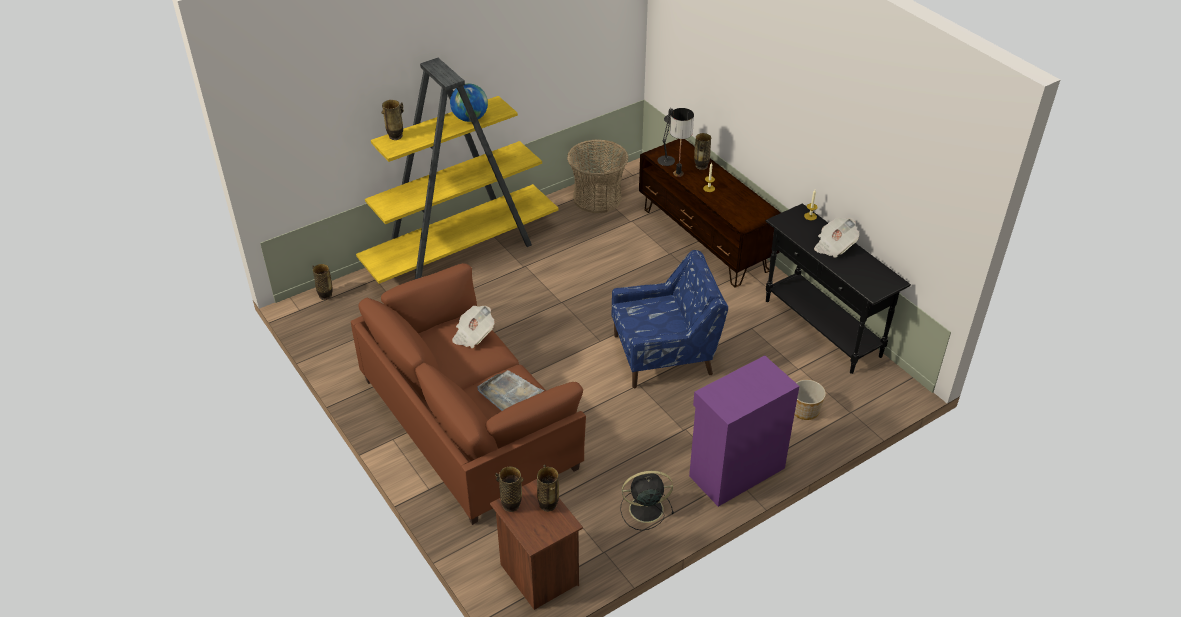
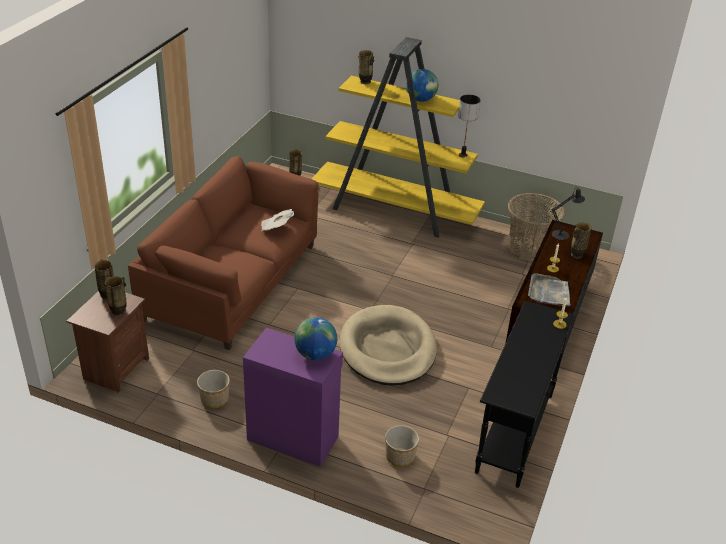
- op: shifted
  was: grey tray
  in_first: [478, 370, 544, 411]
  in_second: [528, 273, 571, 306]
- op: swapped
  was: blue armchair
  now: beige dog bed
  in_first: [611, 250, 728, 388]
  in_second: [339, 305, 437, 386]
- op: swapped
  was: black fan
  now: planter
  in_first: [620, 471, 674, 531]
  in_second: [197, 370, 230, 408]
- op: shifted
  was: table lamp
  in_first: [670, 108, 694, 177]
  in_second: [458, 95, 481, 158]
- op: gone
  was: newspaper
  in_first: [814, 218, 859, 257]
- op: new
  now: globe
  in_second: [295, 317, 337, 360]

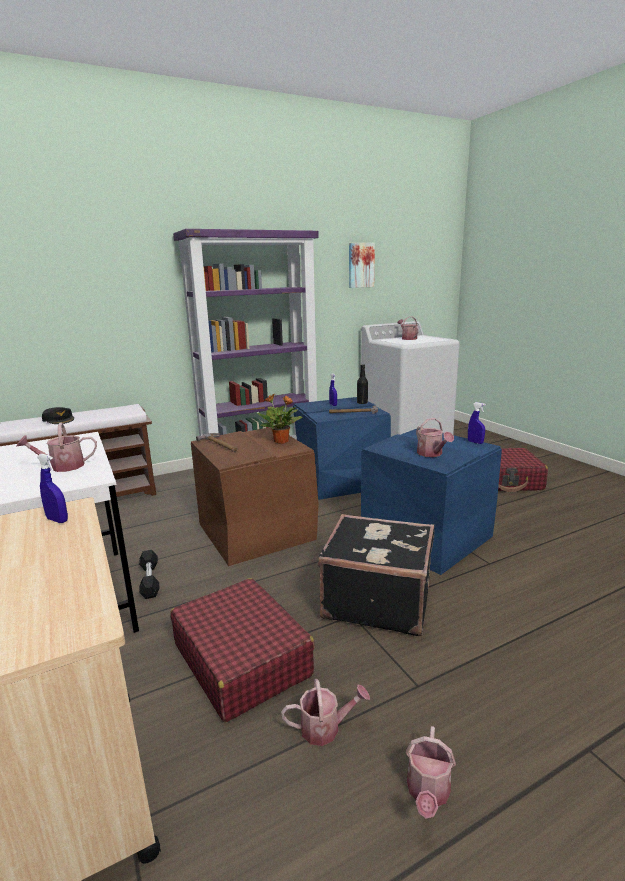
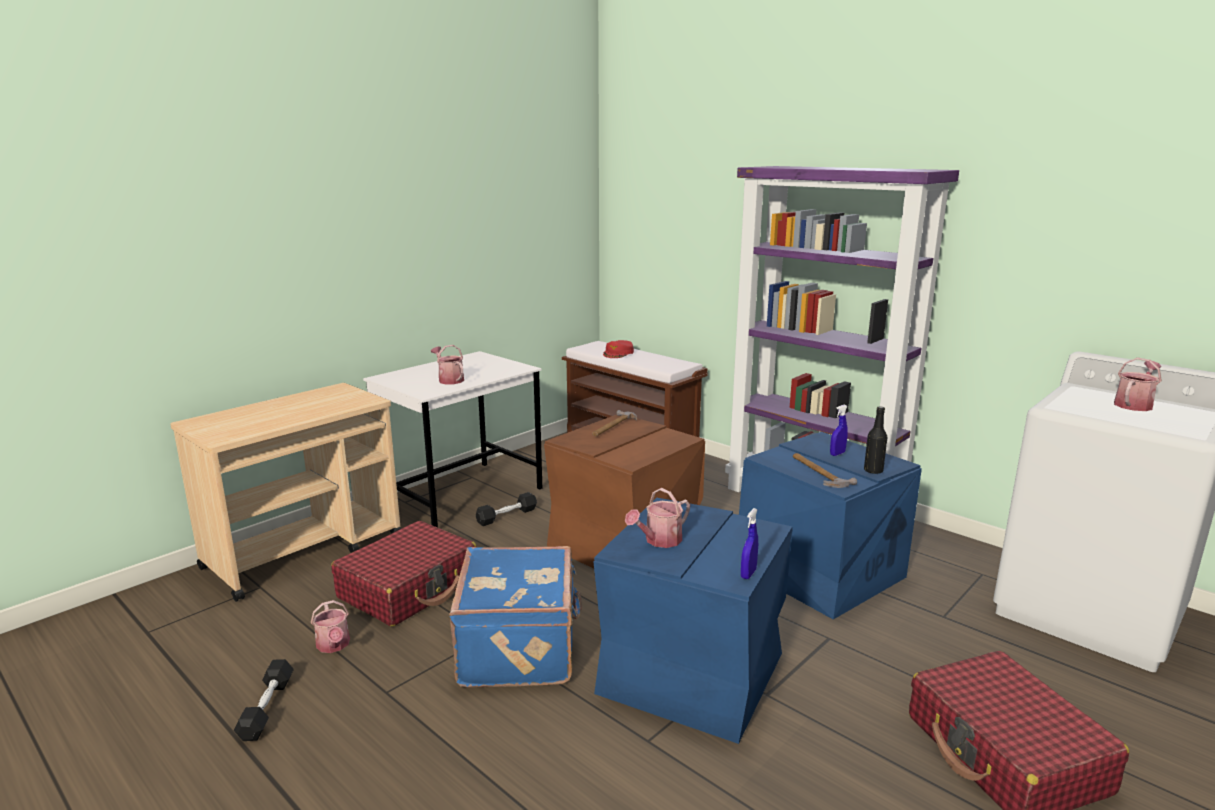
- op: gone
  was: blue spray bottle
  in_first: [37, 454, 68, 523]
- op: repainted
  was: black cap
  now: red cap
  in_first: [42, 407, 74, 424]
  in_second: [603, 340, 634, 358]
- op: gone
  was: potted plant
  in_first: [257, 394, 303, 444]
- op: repainted
  was: black suitcase
  now: blue suitcase
  in_first: [318, 514, 434, 636]
  in_second: [449, 546, 582, 687]
- op: gone
  was: picture
  in_first: [349, 243, 375, 288]
- op: swapped
  was: watering can
  now: black dumbbell
  in_first: [406, 726, 456, 819]
  in_second: [234, 659, 294, 741]

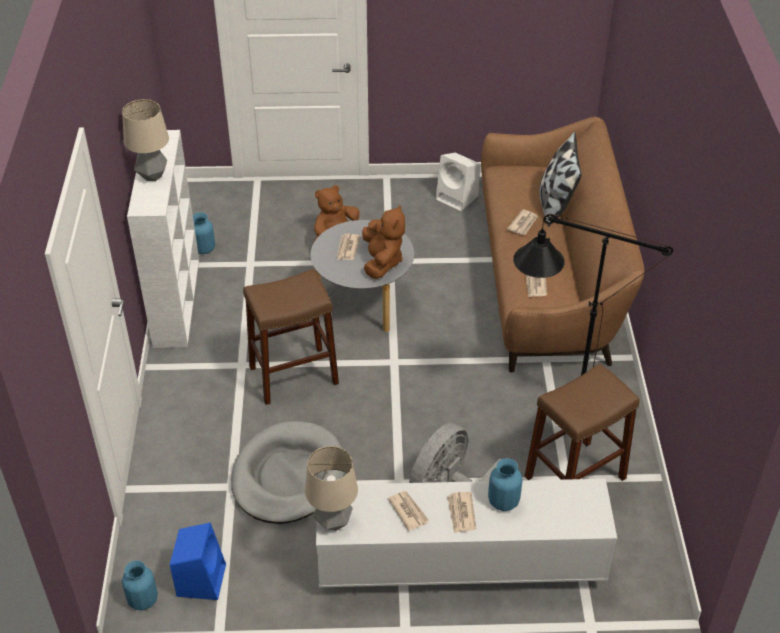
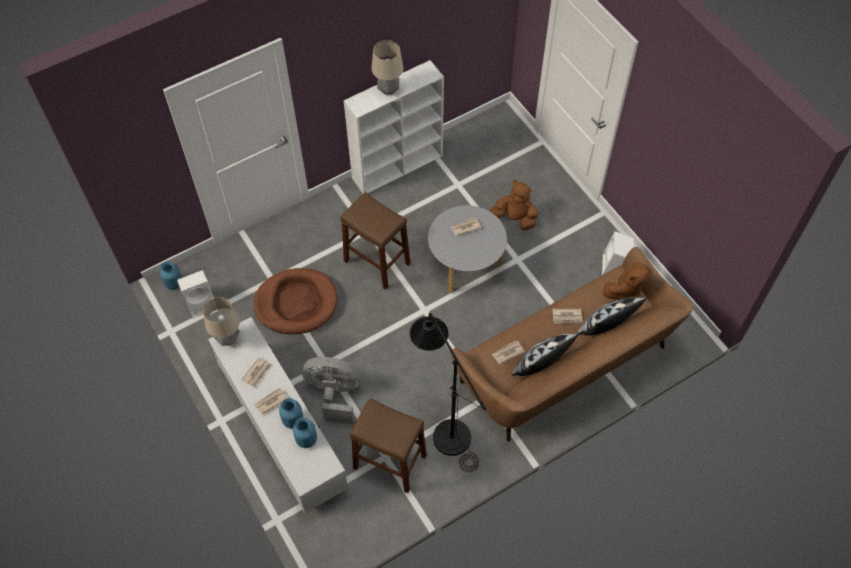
- op: repainted
  was: blue speaker
  now: white speaker
  in_first: [170, 523, 226, 600]
  in_second: [177, 270, 214, 318]
- op: shifted
  was: blue vase
  in_first: [193, 212, 215, 254]
  in_second: [293, 417, 317, 448]
- op: repainted
  was: grey dog bed
  now: brown dog bed
  in_first: [231, 421, 345, 524]
  in_second: [254, 268, 338, 334]
- op: shifted
  was: brown plush toy
  in_first: [362, 204, 405, 279]
  in_second: [603, 262, 651, 299]
- op: new
  now: pillow
  in_second: [512, 334, 579, 376]

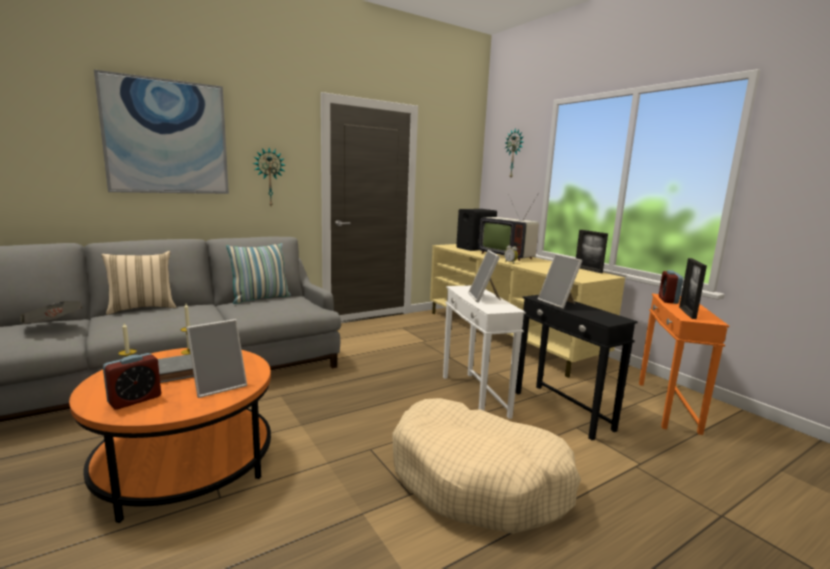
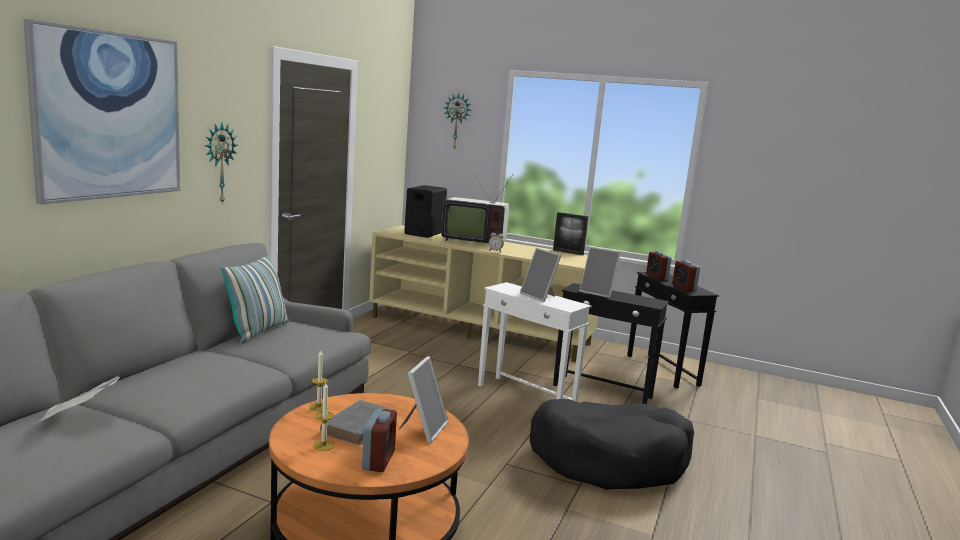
- op: gone
  was: beige pillow
  in_first: [101, 251, 176, 315]
- op: repainted
  was: beige dog bed
  now: black dog bed
  in_first: [392, 398, 581, 534]
  in_second: [530, 399, 694, 490]
- op: repainted
  was: orange side table
  now: black side table
  in_first: [639, 294, 729, 435]
  in_second: [627, 272, 719, 388]
- op: swapped
  was: picture frame
  now: alarm clock
  in_first: [679, 258, 707, 319]
  in_second: [672, 260, 700, 291]

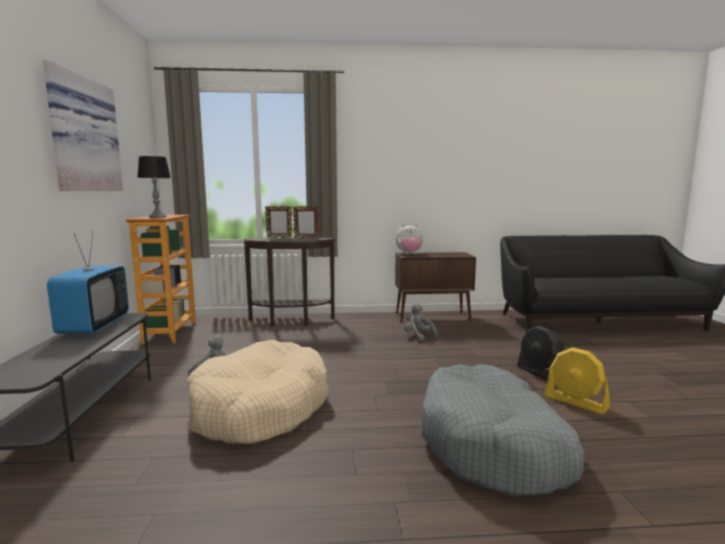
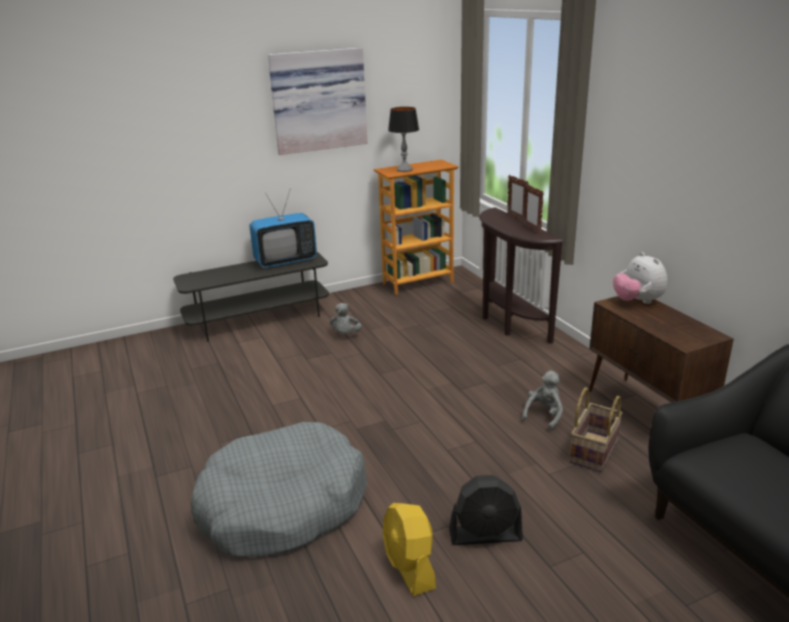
- op: gone
  was: beige dog bed
  in_first: [187, 340, 329, 444]
- op: rotated
  was: black fan
  in_first: [517, 326, 564, 381]
  in_second: [449, 475, 523, 545]
  clockwise: -135
- op: rotated
  was: yellow fan
  in_first: [544, 347, 610, 414]
  in_second: [383, 503, 436, 596]
  clockwise: -45
- op: new
  now: basket
  in_second: [570, 387, 623, 472]

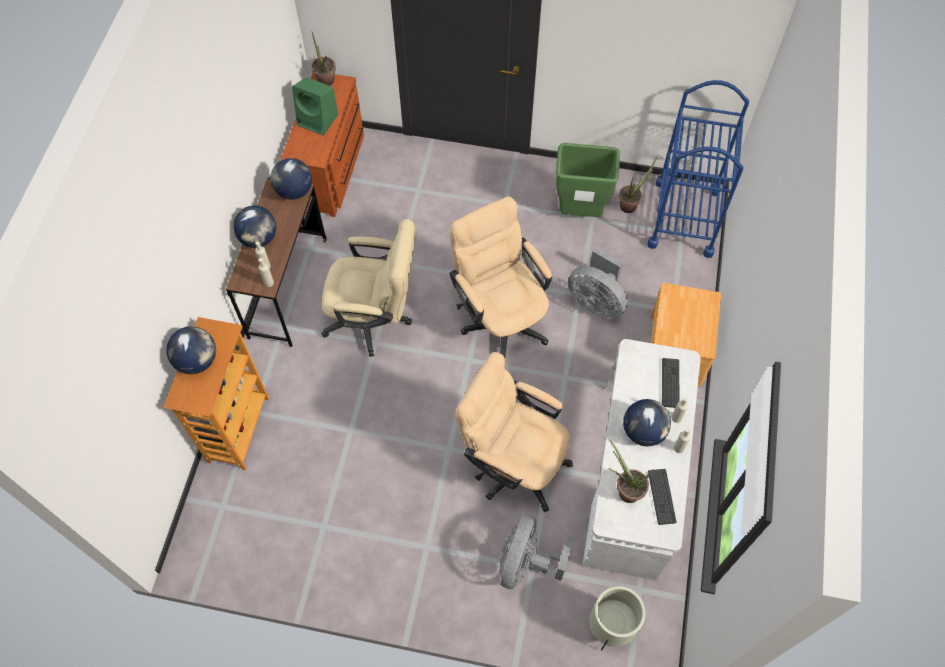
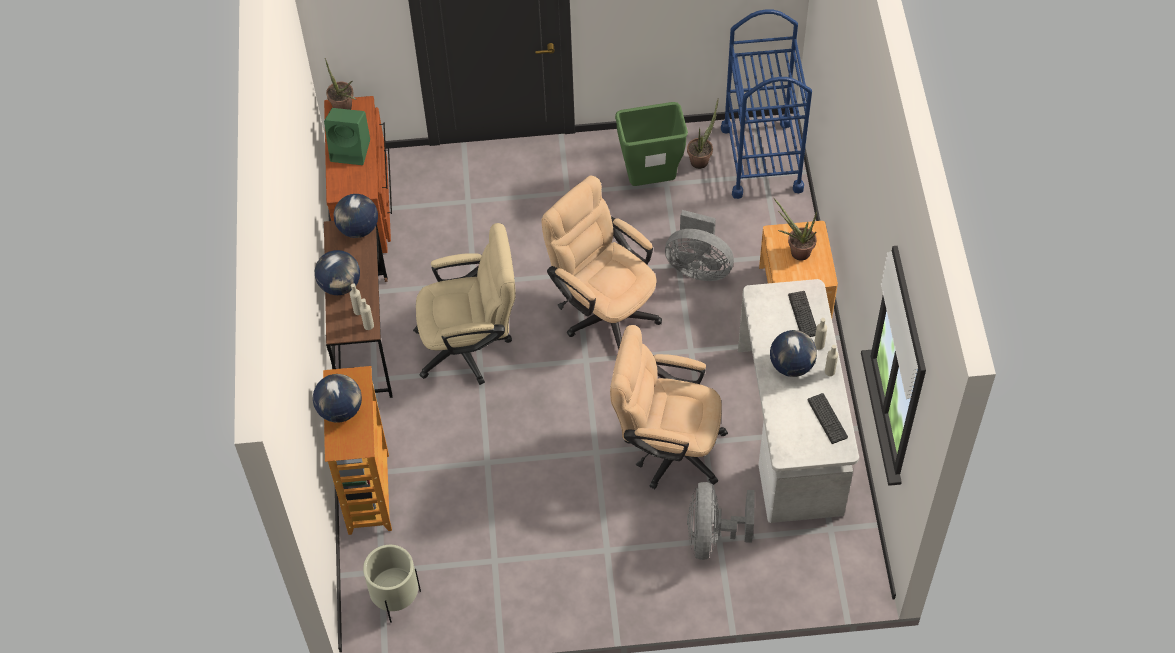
- op: shifted
  was: beige planter
  in_first: [590, 586, 645, 650]
  in_second: [363, 545, 421, 623]
- op: shifted
  was: potted plant
  in_first: [609, 440, 653, 503]
  in_second: [774, 198, 817, 261]

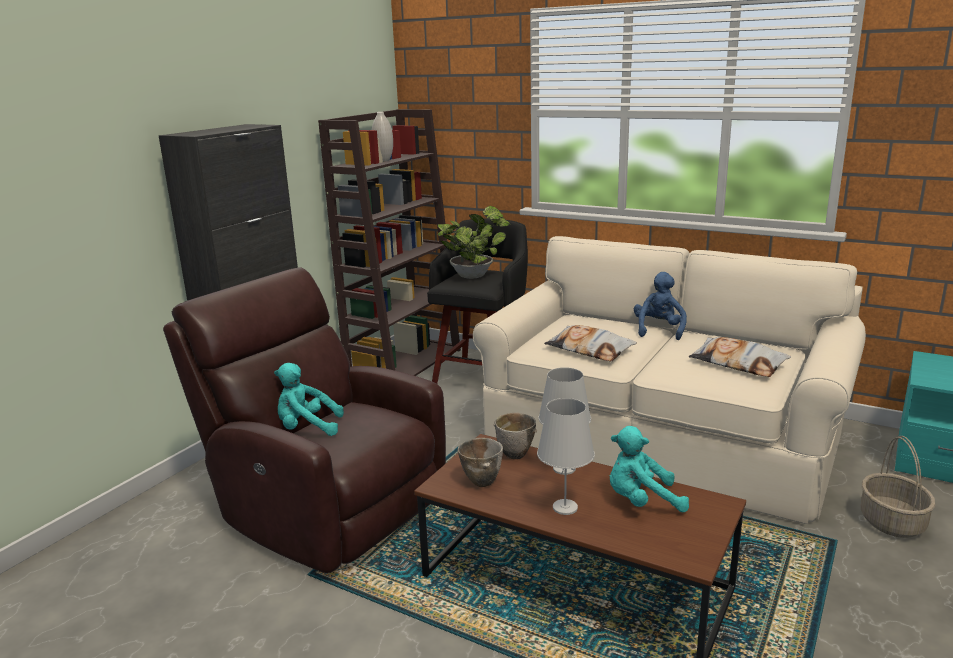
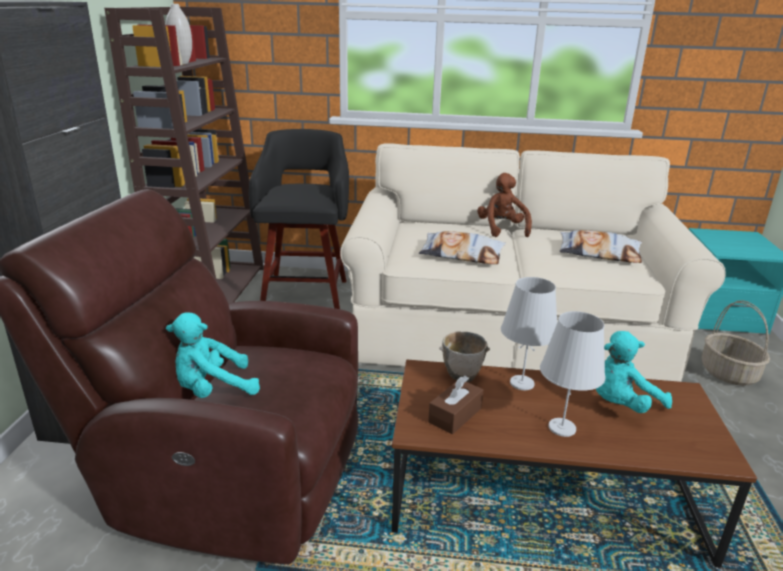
- op: gone
  was: potted plant
  in_first: [437, 206, 510, 279]
- op: swapped
  was: bowl
  now: brown tissue box
  in_first: [458, 438, 503, 487]
  in_second: [428, 376, 483, 434]
- op: repainted
  was: blue plush toy
  now: brown plush toy
  in_first: [634, 272, 687, 340]
  in_second: [477, 173, 532, 237]

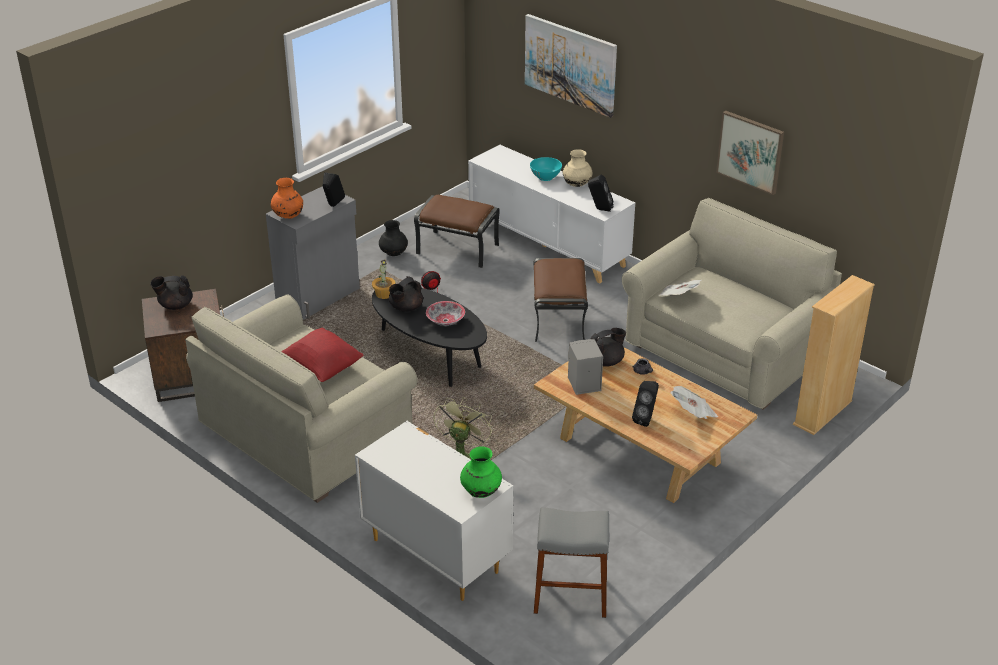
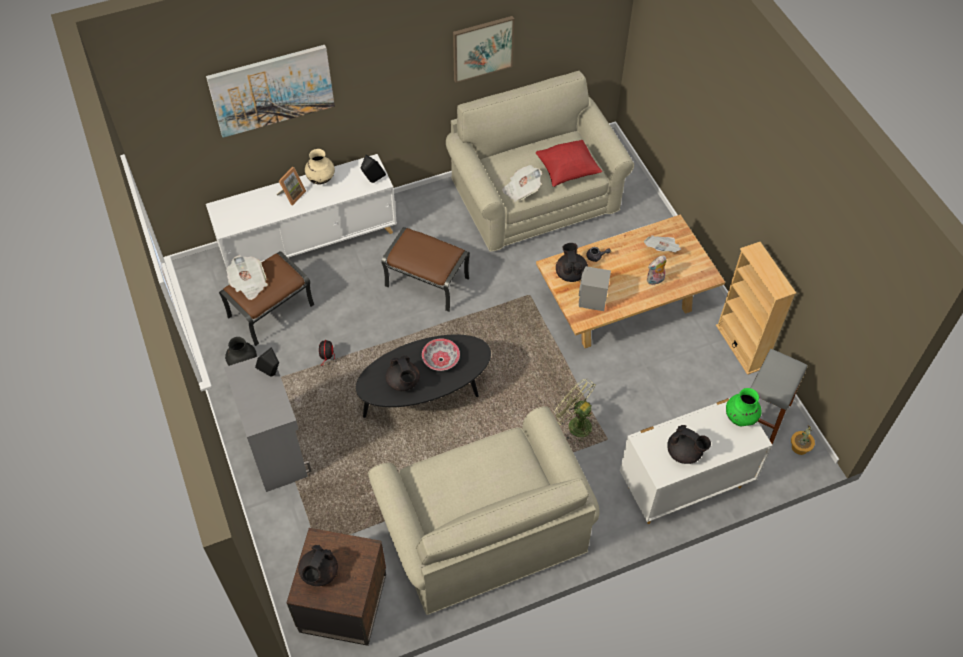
- op: gone
  was: orange vase
  in_first: [271, 178, 303, 219]
- op: shifted
  was: red pillow
  in_first: [281, 328, 364, 382]
  in_second: [536, 140, 602, 187]
- op: shifted
  was: potted plant
  in_first: [372, 260, 396, 299]
  in_second: [791, 426, 815, 455]
- op: swapped
  was: turquoise bowl
  now: picture frame
  in_first: [530, 157, 562, 181]
  in_second: [277, 167, 306, 205]
- op: swapped
  was: black speaker
  now: plush toy
  in_first: [632, 381, 659, 427]
  in_second: [647, 255, 667, 285]
- op: shifted
  was: beige bookcase
  in_first: [793, 275, 875, 435]
  in_second: [716, 242, 796, 375]
- op: new
  now: newspaper
  in_second: [226, 255, 268, 300]
- op: new
  now: black teapot
  in_second: [667, 425, 711, 464]

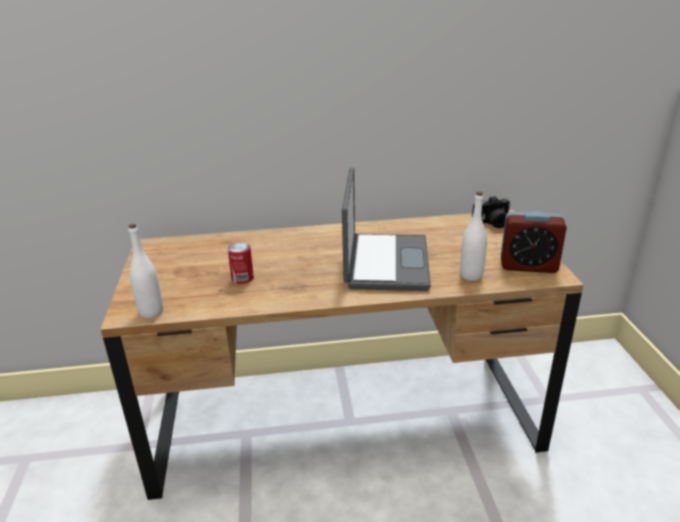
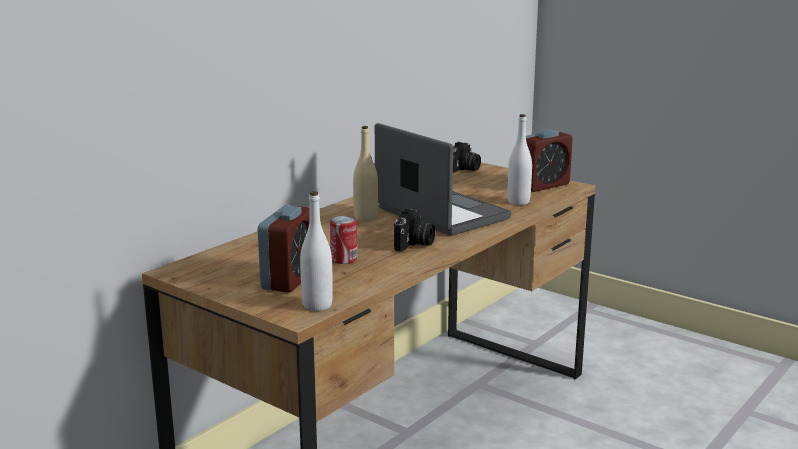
- op: new
  now: alarm clock
  in_second: [258, 205, 310, 292]
- op: new
  now: beige bottle
  in_second: [353, 126, 378, 221]
- op: new
  now: photo camera
  in_second: [394, 209, 435, 251]

